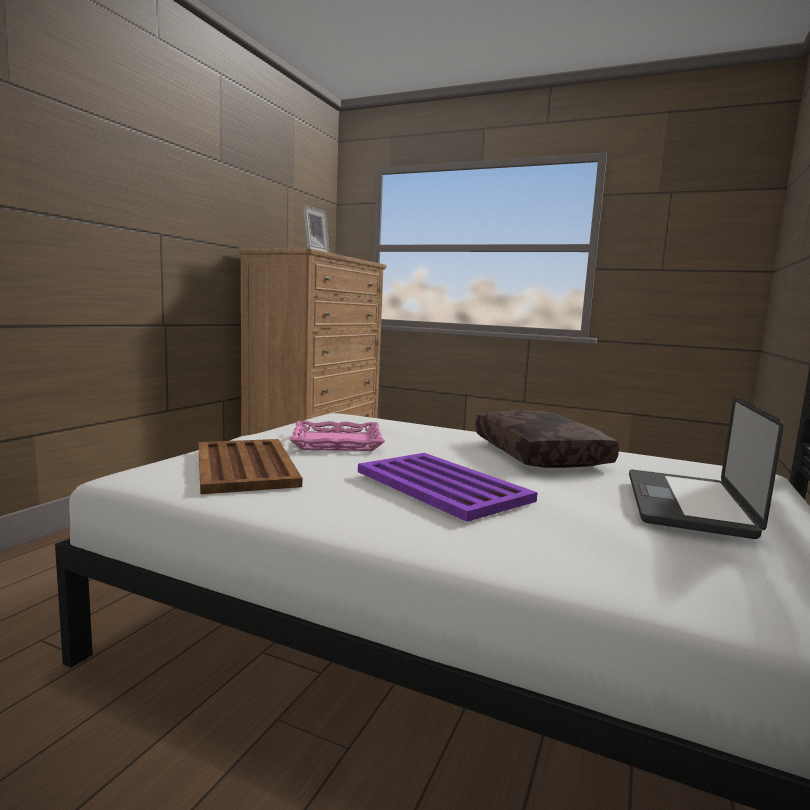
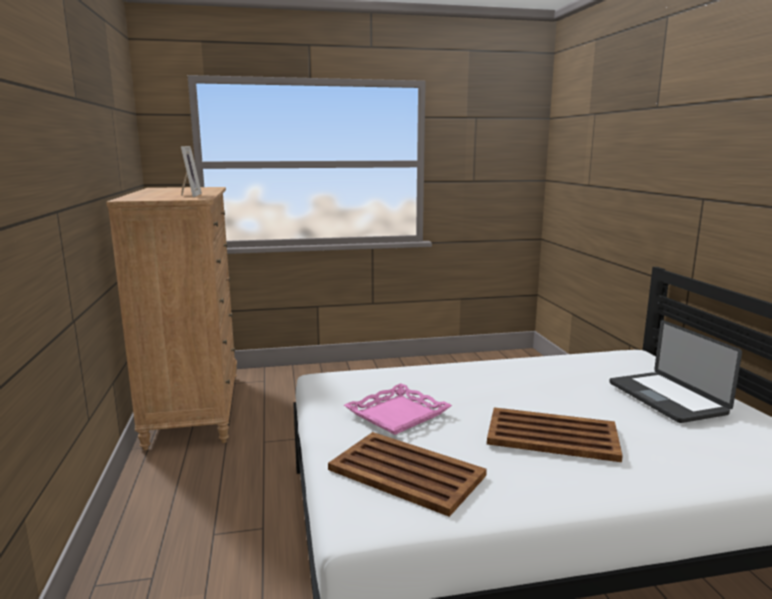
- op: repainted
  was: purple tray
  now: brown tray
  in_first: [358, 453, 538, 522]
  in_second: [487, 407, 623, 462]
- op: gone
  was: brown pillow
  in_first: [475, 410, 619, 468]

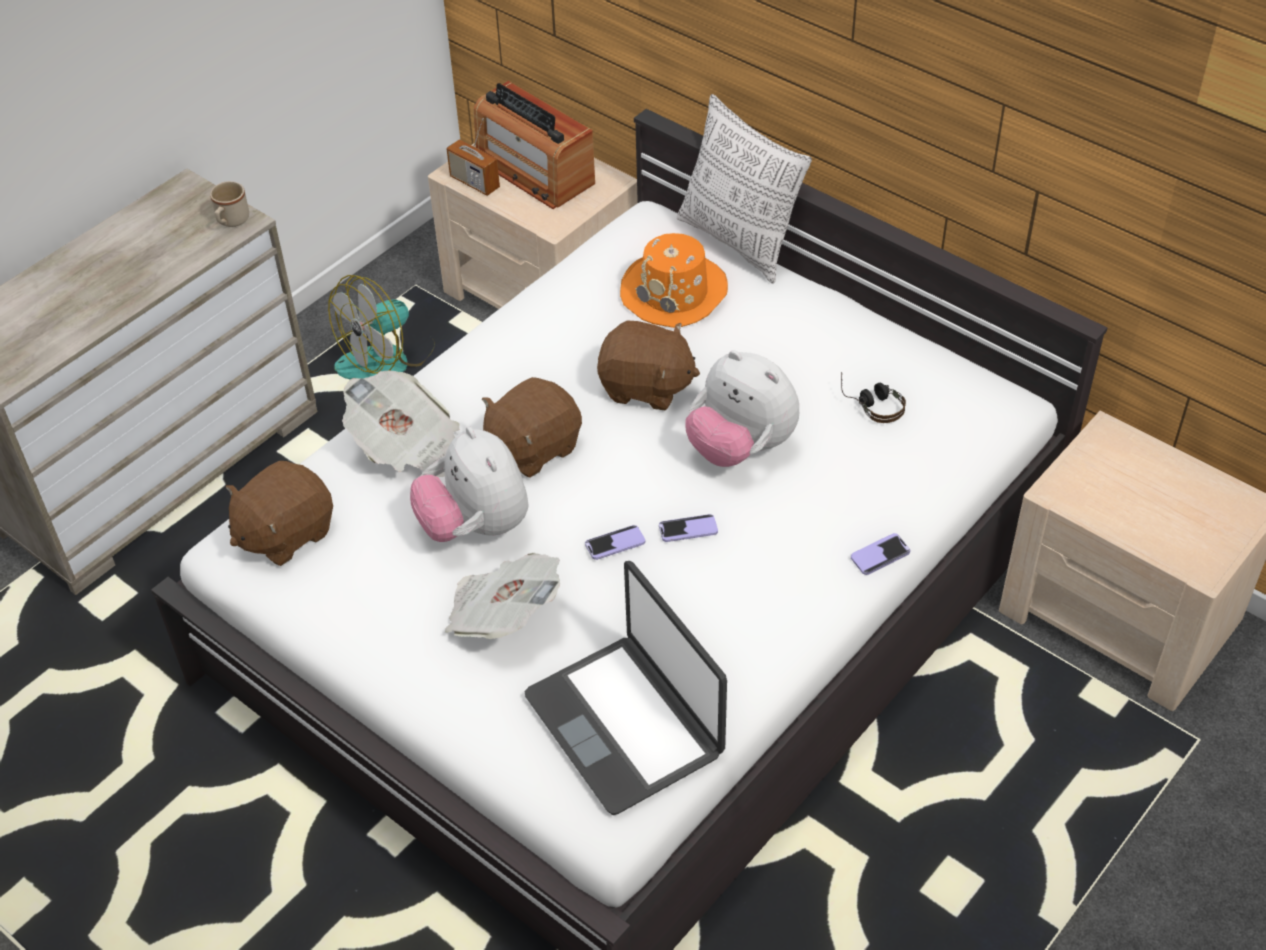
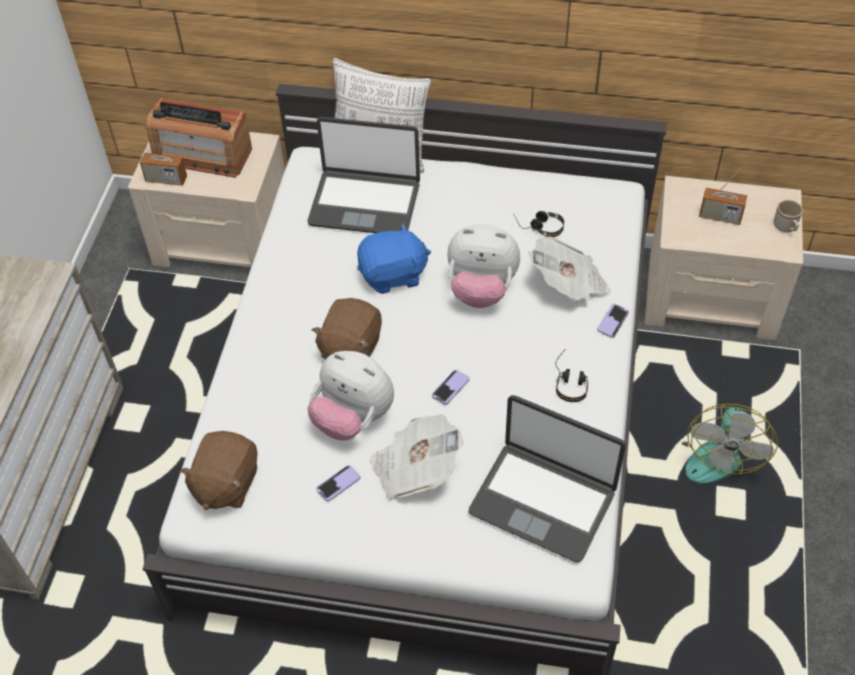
- op: shifted
  was: beige mug
  in_first: [210, 181, 249, 227]
  in_second: [774, 200, 803, 232]
- op: shifted
  was: fan
  in_first: [328, 275, 435, 380]
  in_second: [682, 404, 778, 483]
- op: shifted
  was: newspaper
  in_first: [342, 371, 460, 477]
  in_second: [529, 236, 611, 301]
- op: repainted
  was: brown plush toy
  now: blue plush toy
  in_first: [597, 320, 700, 410]
  in_second: [357, 223, 431, 294]
- op: swapped
  was: orange hat
  now: laptop
  in_first: [620, 233, 728, 328]
  in_second: [307, 117, 420, 233]
- op: shifted
  was: phone
  in_first: [659, 514, 718, 542]
  in_second: [316, 465, 360, 501]
- op: new
  now: headphones
  in_second: [555, 349, 588, 402]
- op: new
  now: radio
  in_second: [699, 168, 747, 225]

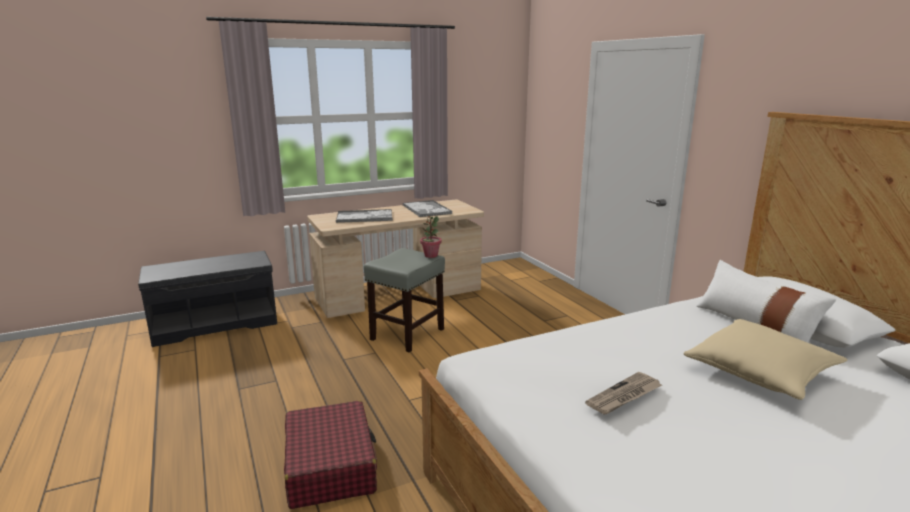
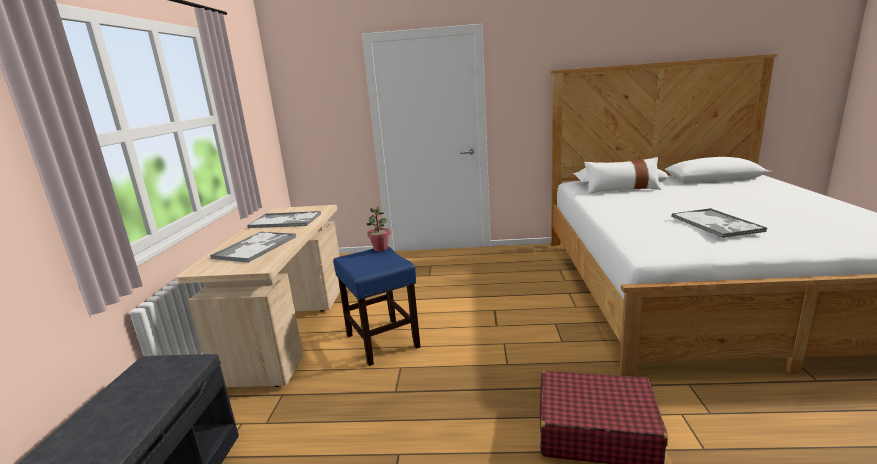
- op: repainted
  was: grey stool
  now: blue stool
  in_first: [364, 248, 445, 352]
  in_second: [333, 246, 420, 366]
- op: swapped
  was: newspaper
  now: tray
  in_first: [585, 372, 662, 415]
  in_second: [671, 208, 767, 238]
- op: gone
  was: beige pillow
  in_first: [683, 319, 847, 400]

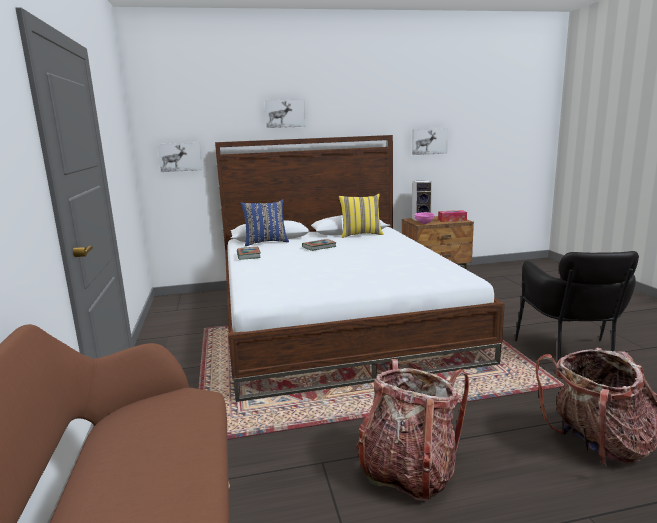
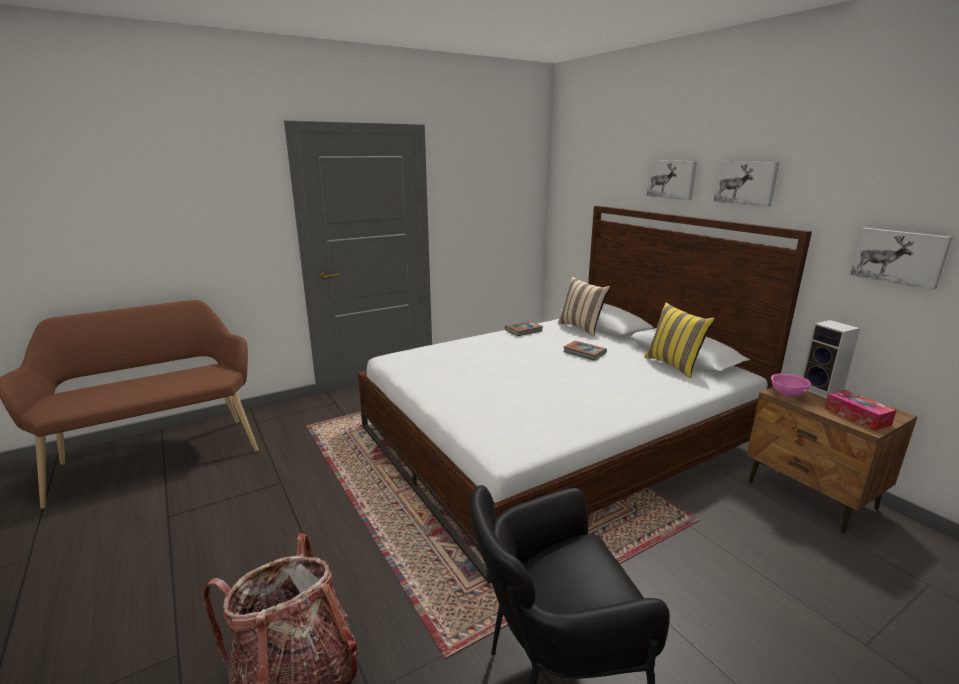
- op: shifted
  was: picture
  in_first: [157, 142, 202, 172]
  in_second: [713, 161, 779, 206]
- op: repainted
  was: blue pillow
  now: beige pillow
  in_first: [240, 199, 289, 246]
  in_second: [558, 277, 610, 337]
- op: gone
  was: backpack
  in_first: [356, 359, 469, 501]

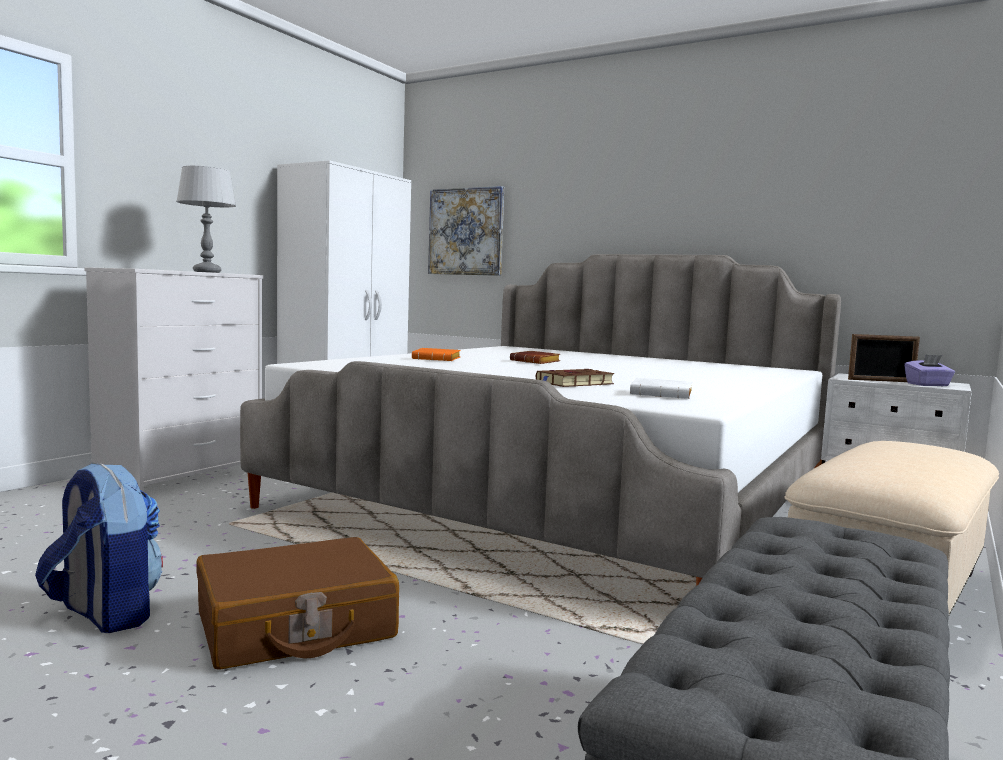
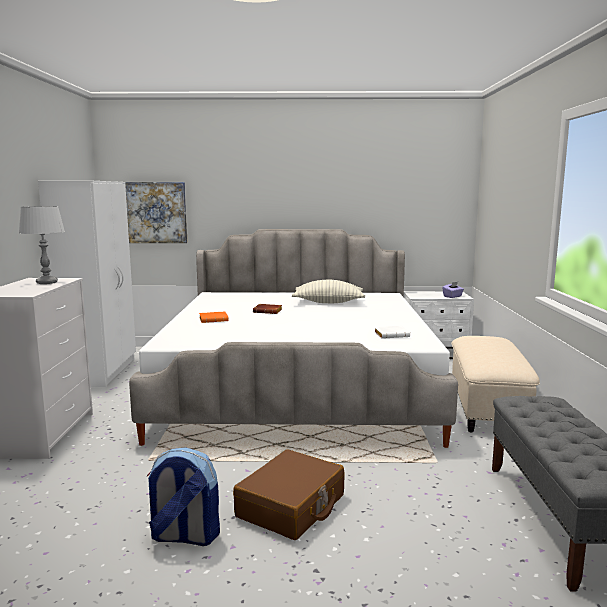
- op: gone
  was: brown book
  in_first: [536, 369, 614, 387]
- op: gone
  was: picture frame
  in_first: [848, 334, 920, 382]
- op: new
  now: pillow
  in_second: [292, 280, 365, 303]

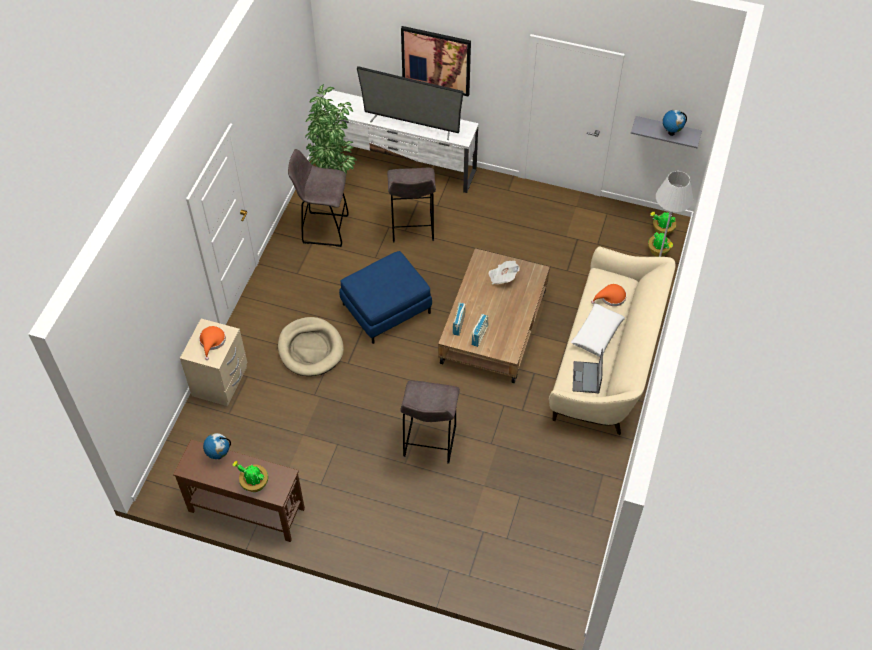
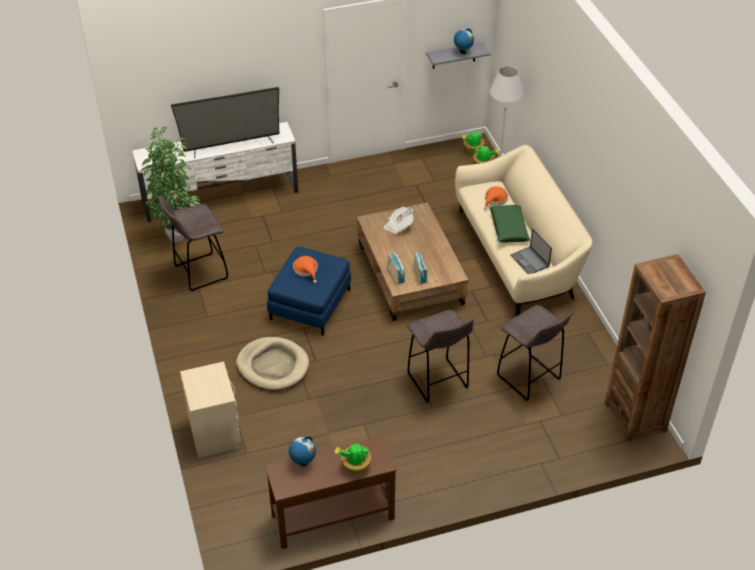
- op: shifted
  was: orange hat
  in_first: [199, 326, 226, 360]
  in_second: [293, 256, 318, 283]
- op: shifted
  was: grey stool
  in_first: [387, 168, 436, 243]
  in_second: [497, 305, 574, 401]
- op: gone
  was: picture
  in_first: [401, 26, 471, 96]
- op: repainted
  was: white pillow
  now: green pillow
  in_first: [571, 303, 625, 357]
  in_second: [490, 205, 530, 243]
- op: new
  now: brown bookcase
  in_second: [605, 254, 706, 442]

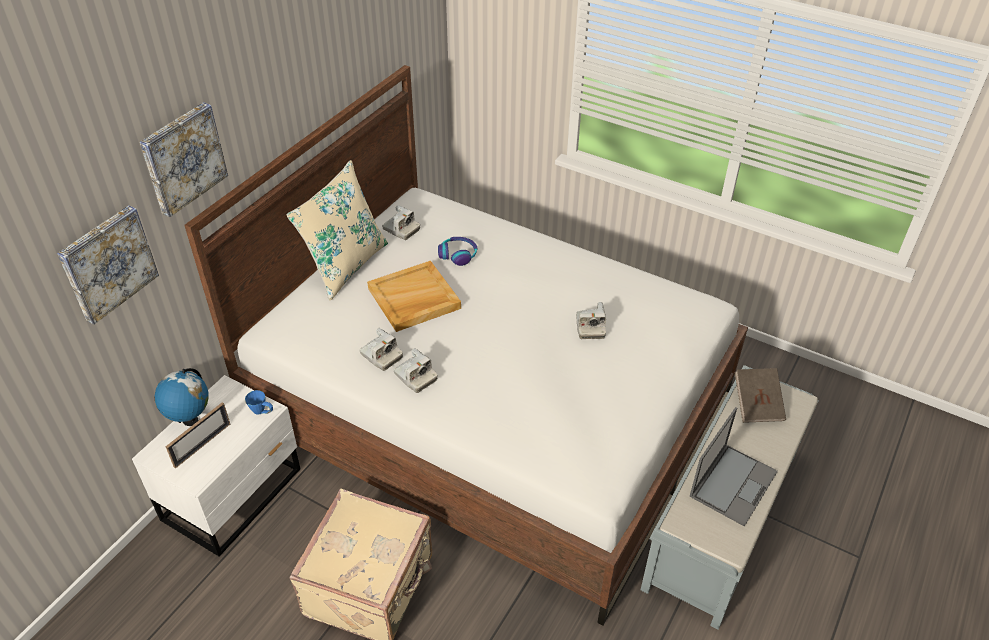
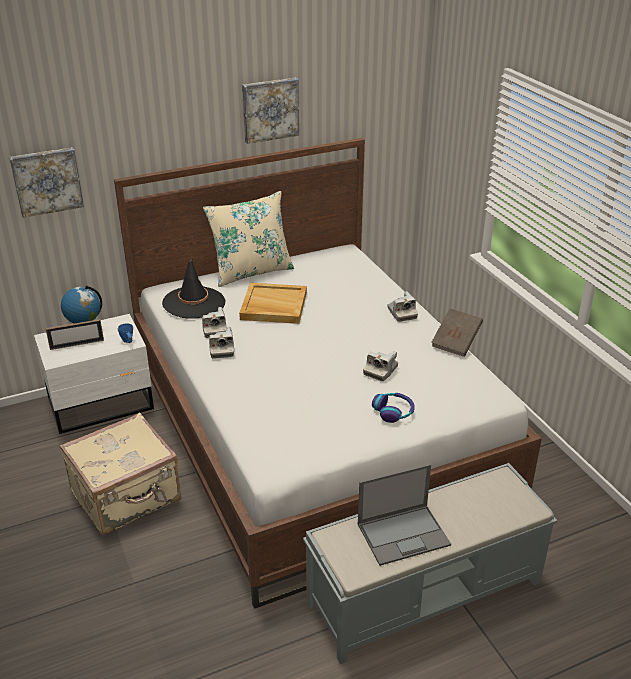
- op: shifted
  was: picture
  in_first: [140, 102, 228, 217]
  in_second: [242, 78, 299, 144]
- op: shifted
  was: photo camera
  in_first: [382, 205, 420, 240]
  in_second: [388, 291, 418, 322]
- op: shifted
  was: headphones
  in_first: [438, 237, 478, 266]
  in_second: [372, 393, 415, 423]
- op: shifted
  was: brown book
  in_first: [735, 368, 786, 423]
  in_second: [431, 309, 483, 357]
- op: new
  now: black hat
  in_second: [162, 256, 225, 319]

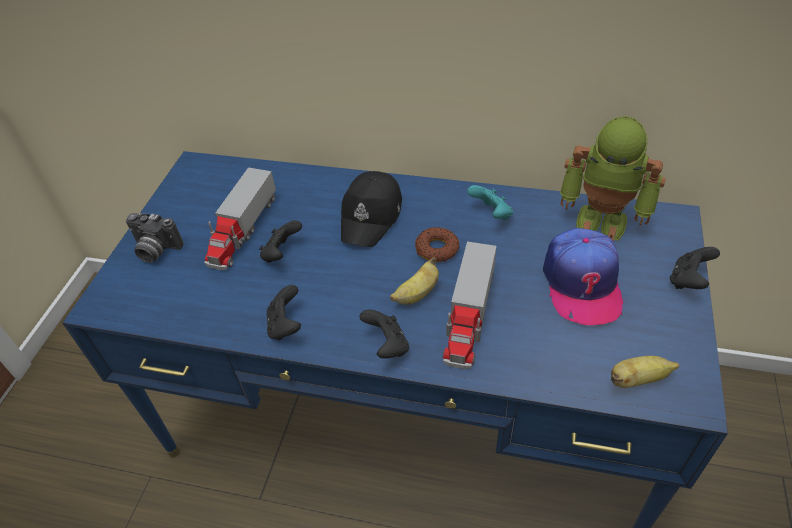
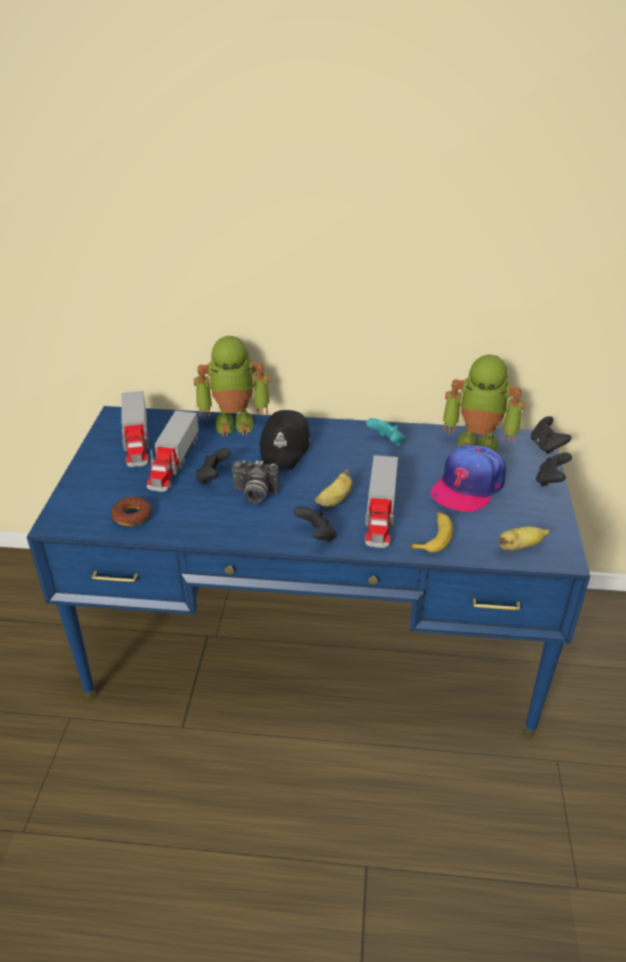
- op: shifted
  was: photo camera
  in_first: [126, 213, 184, 263]
  in_second: [232, 460, 280, 504]
- op: shifted
  was: black game controller
  in_first: [267, 285, 301, 340]
  in_second: [531, 416, 571, 454]
- op: shifted
  was: donut
  in_first: [415, 227, 460, 262]
  in_second: [111, 497, 152, 526]
- op: rotated
  was: cap
  in_first: [543, 228, 623, 325]
  in_second: [430, 445, 506, 513]
  clockwise: 45
- op: new
  now: toy truck
  in_second: [121, 391, 149, 467]
- op: new
  now: toy robot
  in_second: [194, 336, 269, 436]
- op: new
  now: banana
  in_second: [410, 512, 453, 553]

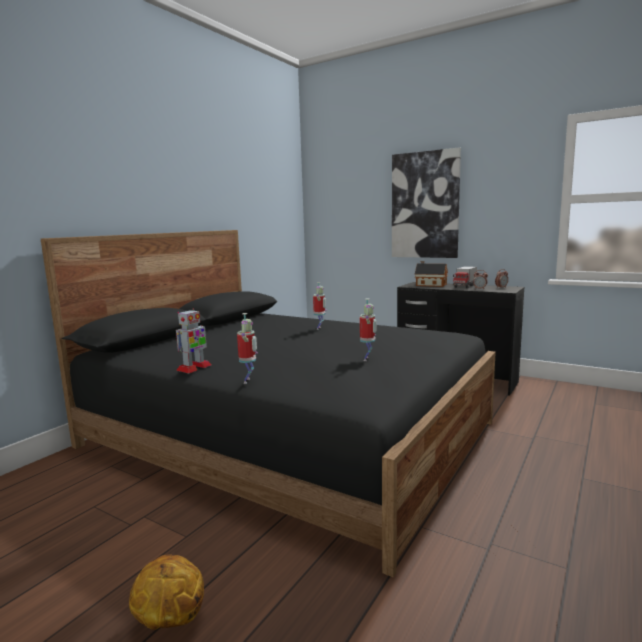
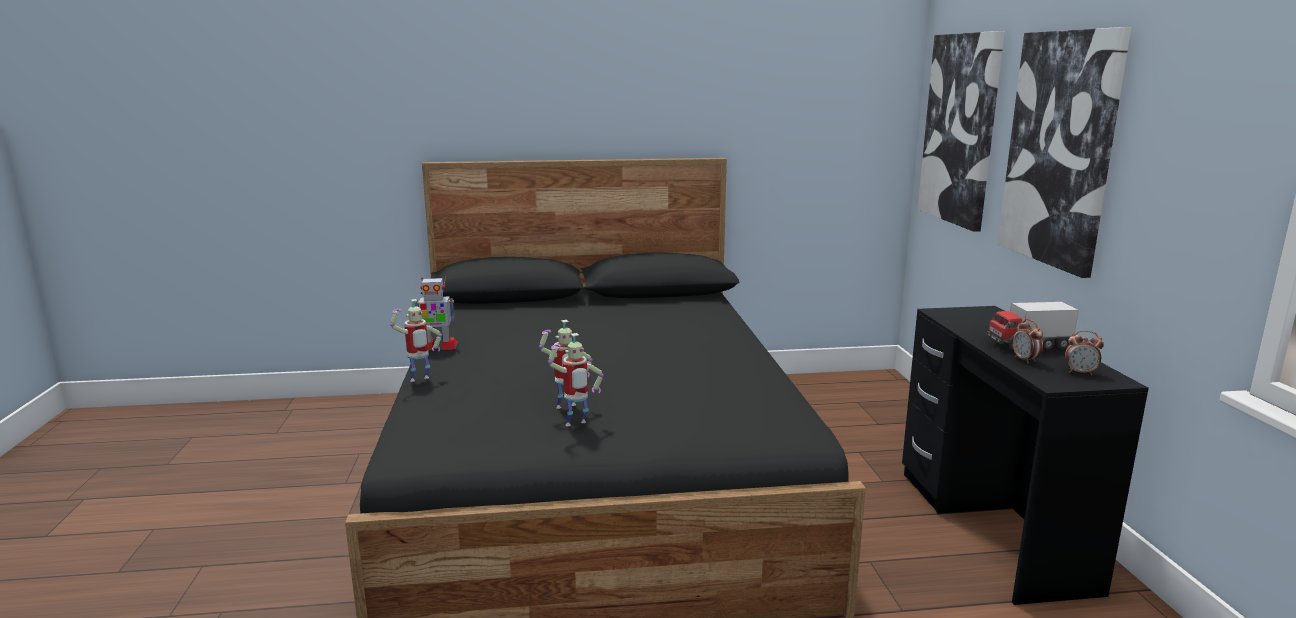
- op: gone
  was: basketball
  in_first: [129, 554, 204, 630]
- op: shifted
  was: toy robot
  in_first: [313, 282, 327, 330]
  in_second: [548, 333, 603, 426]
- op: gone
  was: toy house
  in_first: [415, 261, 448, 287]
- op: new
  now: picture
  in_second: [918, 31, 1005, 232]

